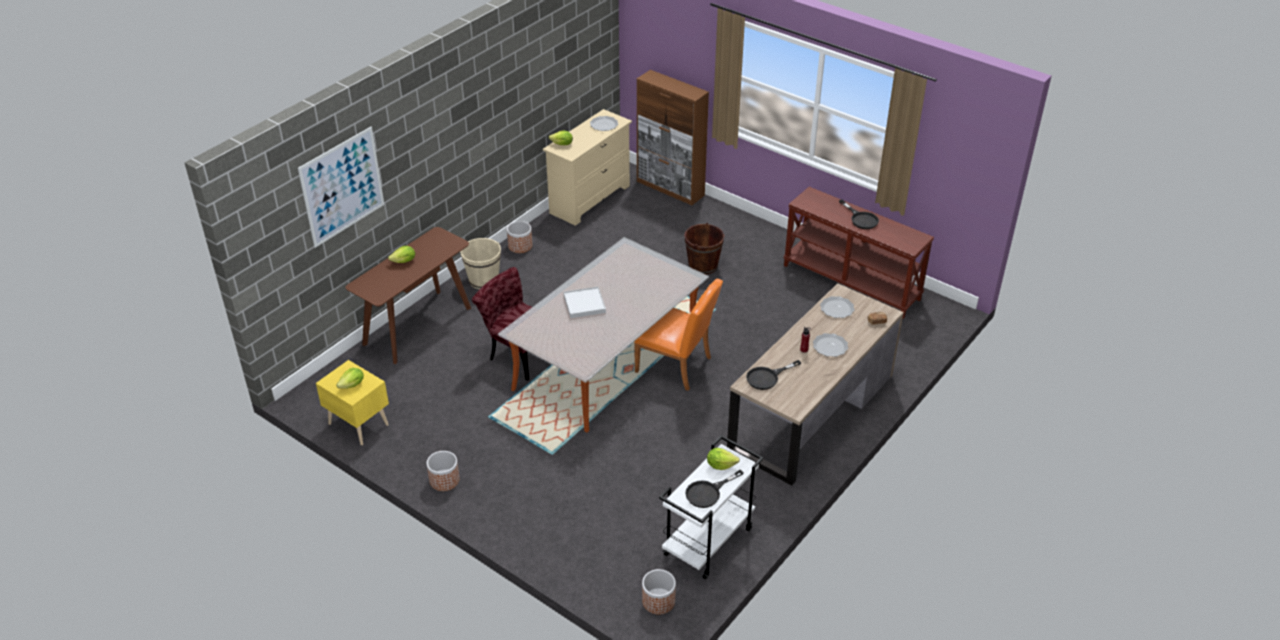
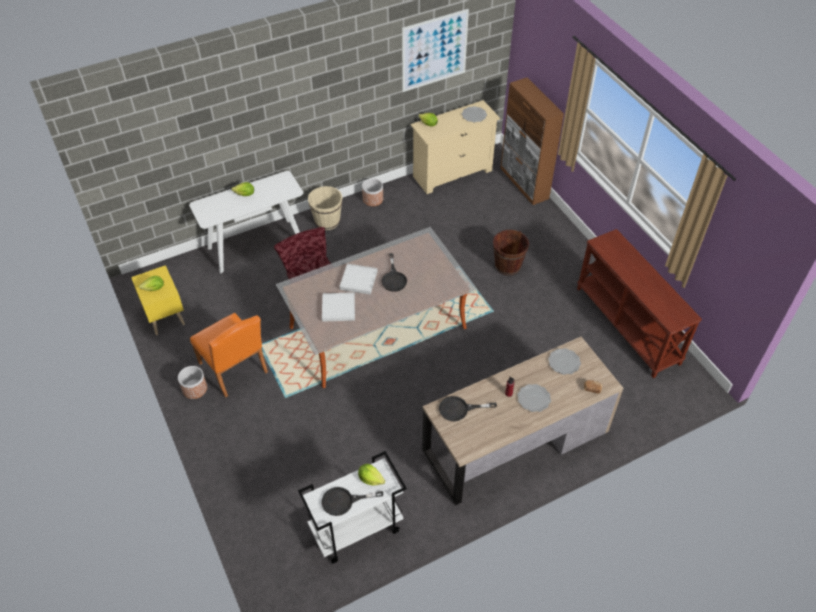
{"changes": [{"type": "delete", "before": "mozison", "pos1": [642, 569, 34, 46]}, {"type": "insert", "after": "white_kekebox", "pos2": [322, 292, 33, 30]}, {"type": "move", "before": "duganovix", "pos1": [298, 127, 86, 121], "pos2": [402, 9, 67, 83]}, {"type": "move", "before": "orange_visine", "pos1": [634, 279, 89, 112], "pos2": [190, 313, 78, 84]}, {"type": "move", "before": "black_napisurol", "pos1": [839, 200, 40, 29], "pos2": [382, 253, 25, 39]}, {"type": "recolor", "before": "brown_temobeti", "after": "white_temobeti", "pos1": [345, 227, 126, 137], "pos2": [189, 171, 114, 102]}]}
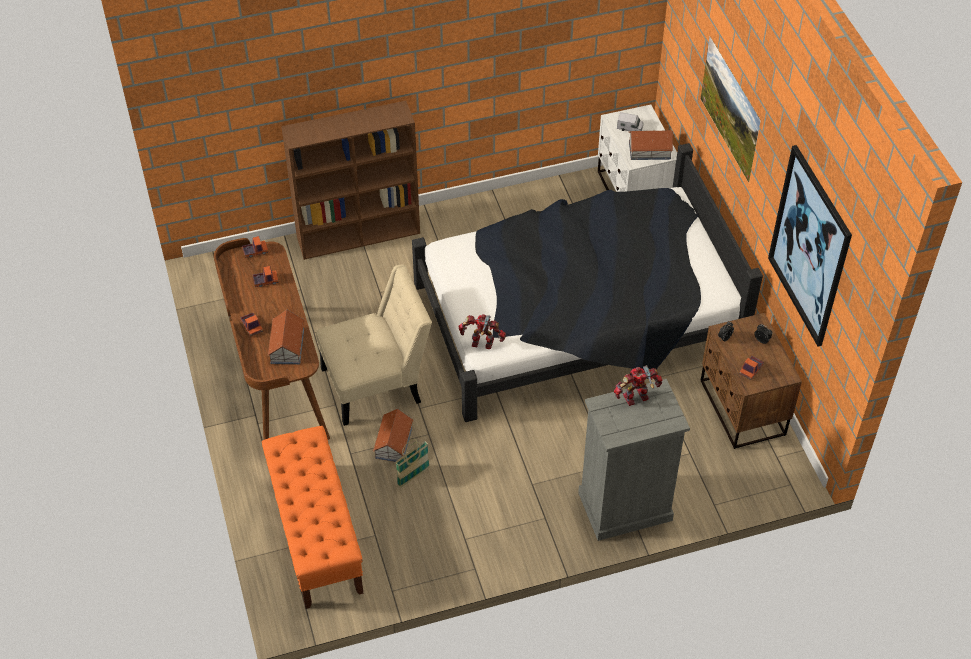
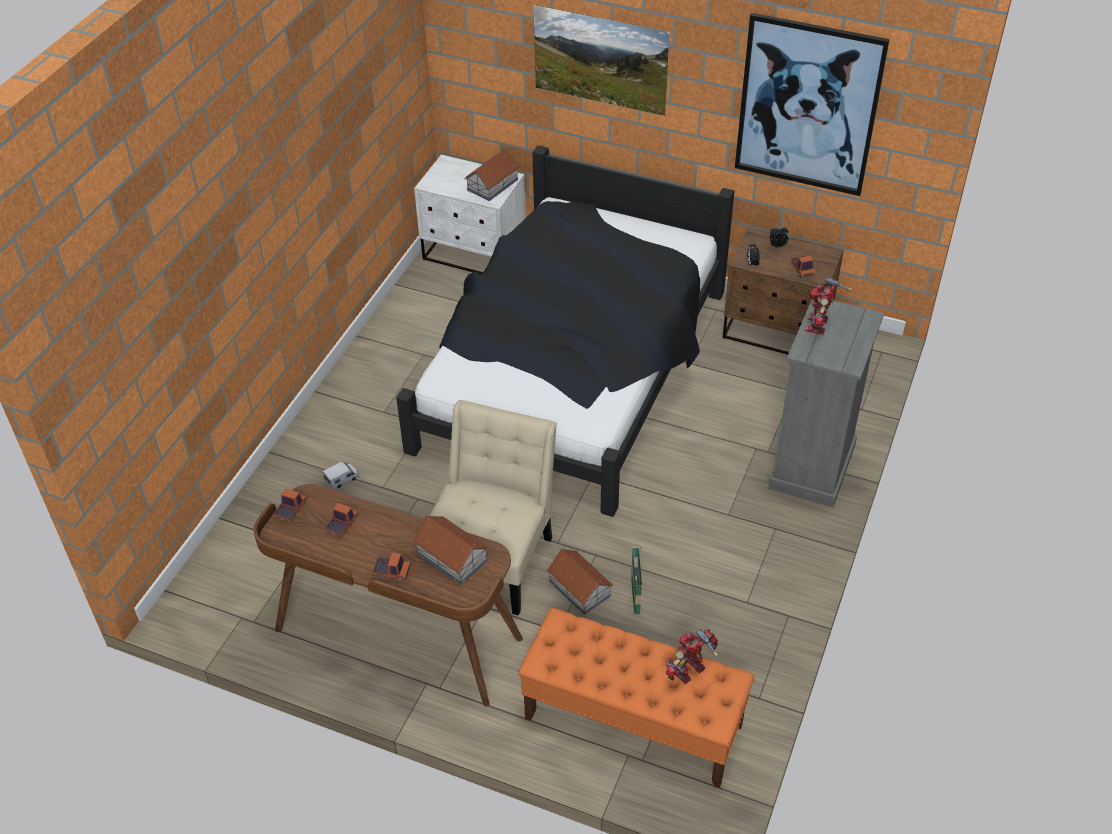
{"changes": [{"type": "delete", "before": "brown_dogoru", "pos1": [281, 101, 139, 159]}, {"type": "move", "before": "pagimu", "pos1": [458, 314, 48, 35], "pos2": [666, 629, 53, 55]}, {"type": "move", "before": "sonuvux", "pos1": [617, 112, 26, 19], "pos2": [323, 461, 36, 29]}]}
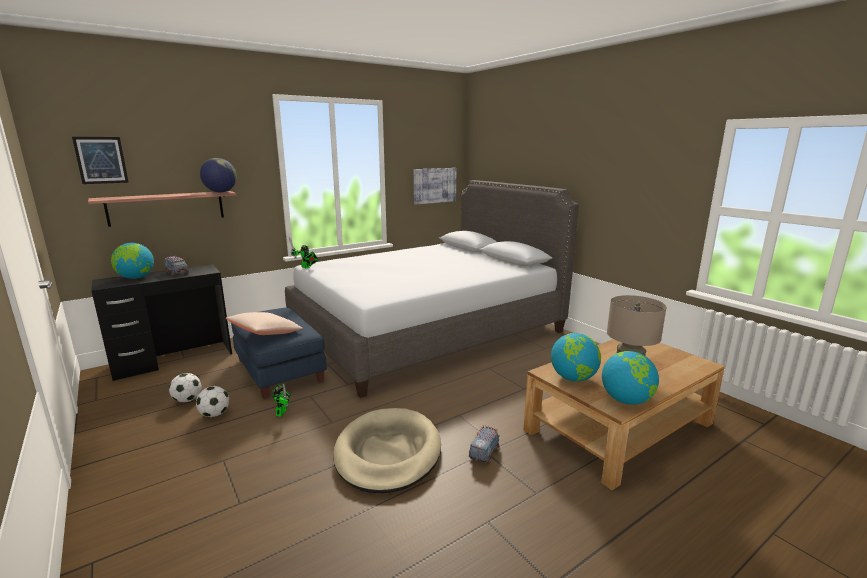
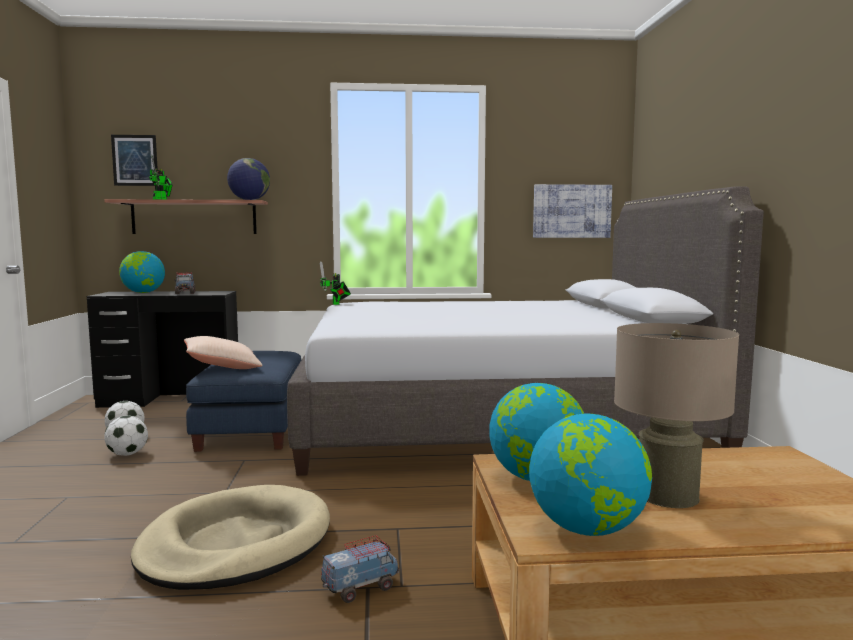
{"changes": [{"type": "move", "before": "pagimu", "pos1": [272, 384, 19, 32], "pos2": [149, 155, 24, 45]}]}
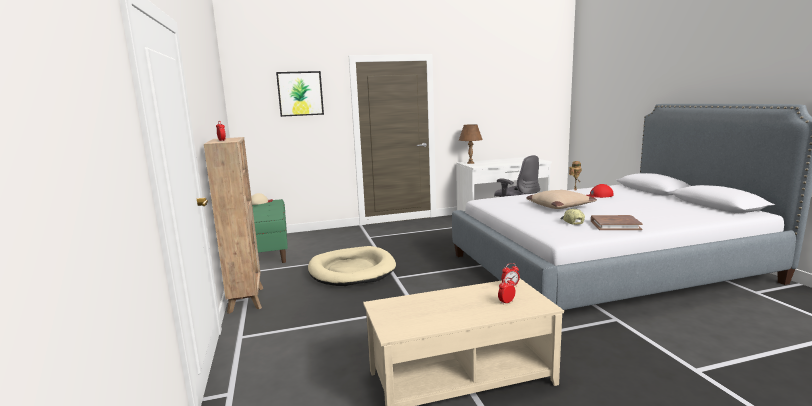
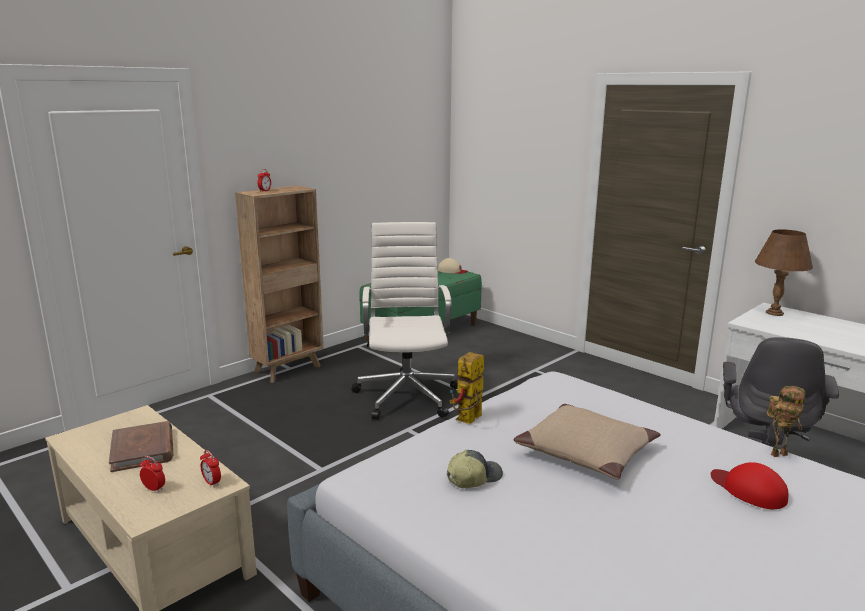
{"changes": [{"type": "delete", "before": "duganovix", "pos1": [276, 71, 48, 46]}, {"type": "insert", "after": "pagimu", "pos2": [449, 352, 35, 72]}, {"type": "move", "before": "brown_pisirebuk", "pos1": [591, 215, 52, 15], "pos2": [109, 421, 64, 51]}, {"type": "replace", "before": "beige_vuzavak", "after": "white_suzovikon", "pos1": [308, 246, 88, 40], "pos2": [352, 222, 106, 198]}]}
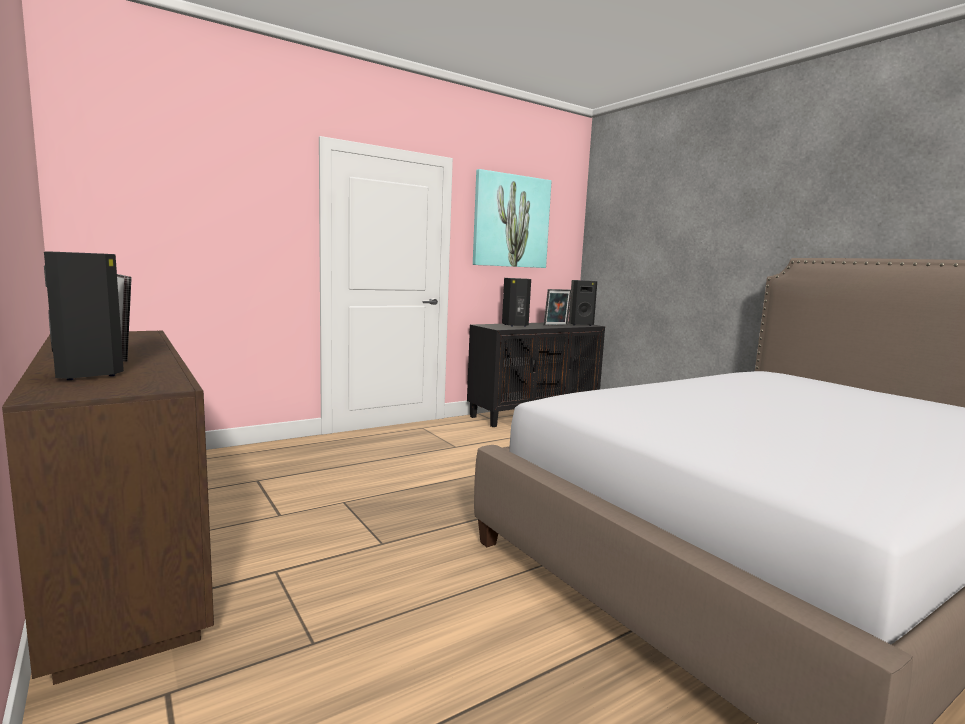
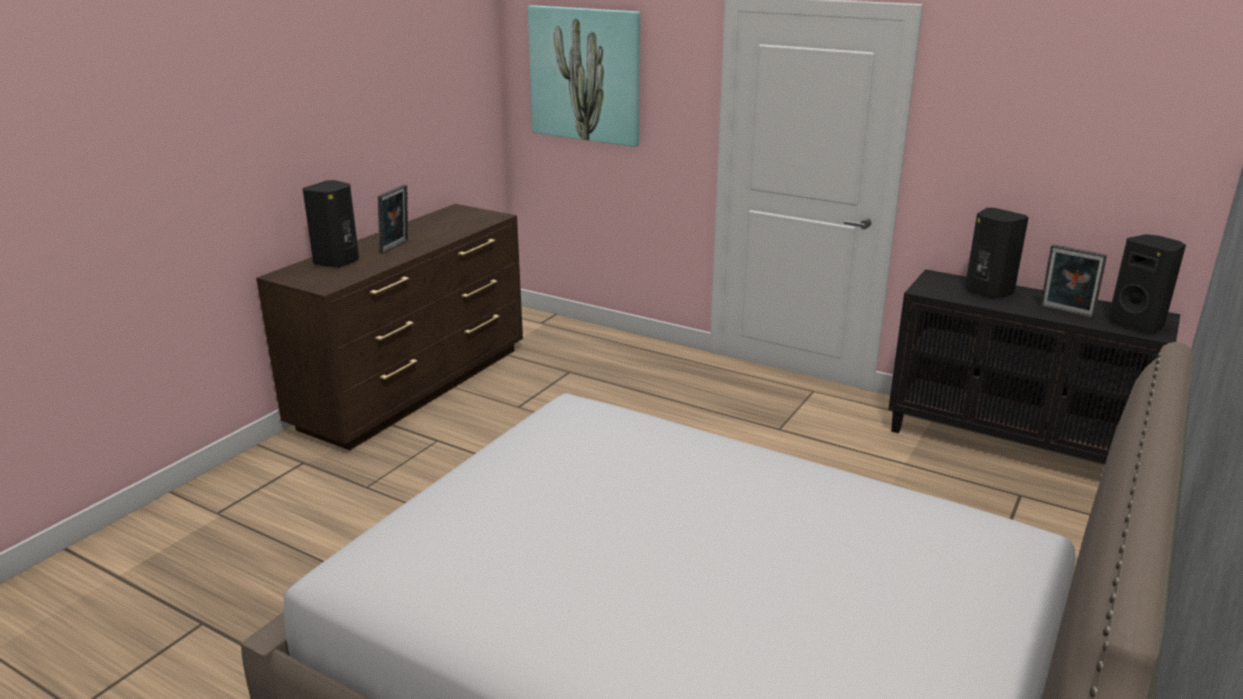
{"changes": [{"type": "move", "before": "duganovix", "pos1": [473, 169, 79, 99], "pos2": [527, 5, 113, 142]}]}
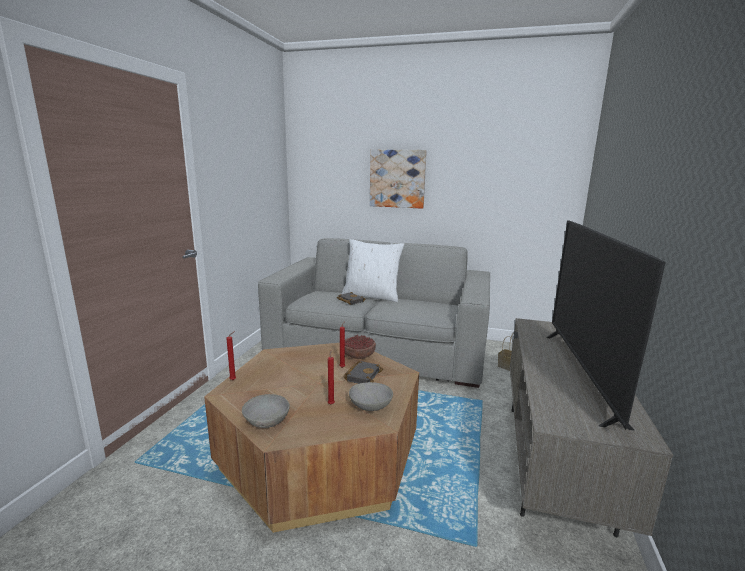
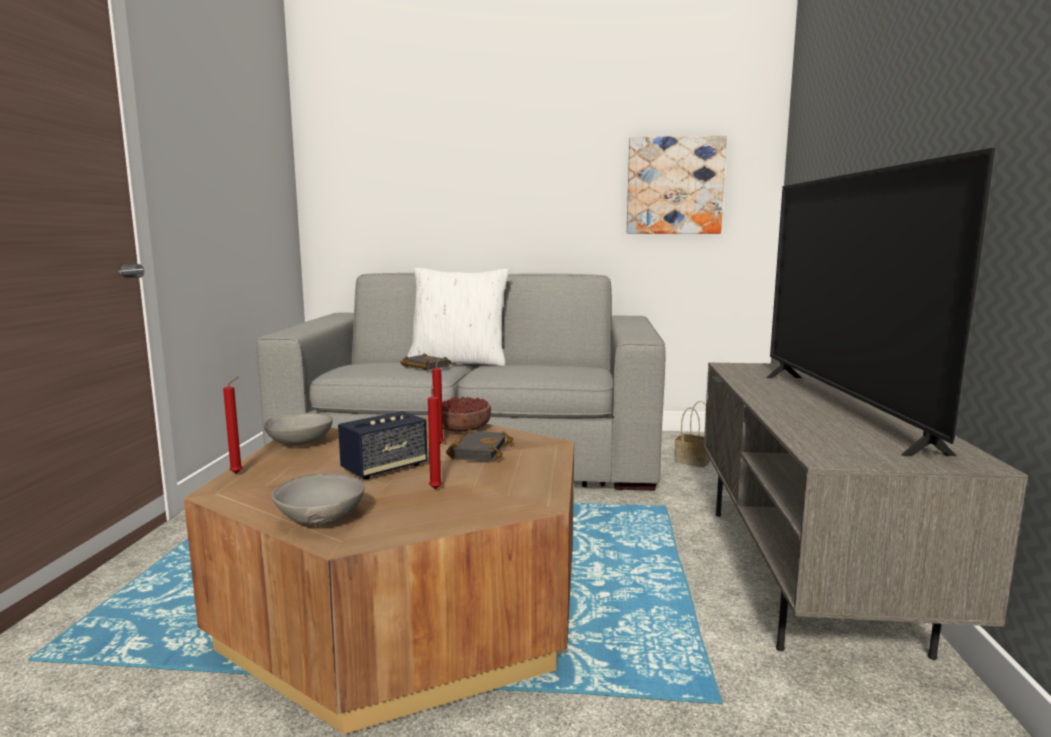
{"changes": [{"type": "insert", "after": "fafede", "pos2": [338, 411, 89, 68]}, {"type": "move", "before": "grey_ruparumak", "pos1": [349, 382, 44, 29], "pos2": [264, 413, 69, 33]}, {"type": "move", "before": "duganovix", "pos1": [370, 150, 57, 59], "pos2": [627, 136, 100, 98]}]}
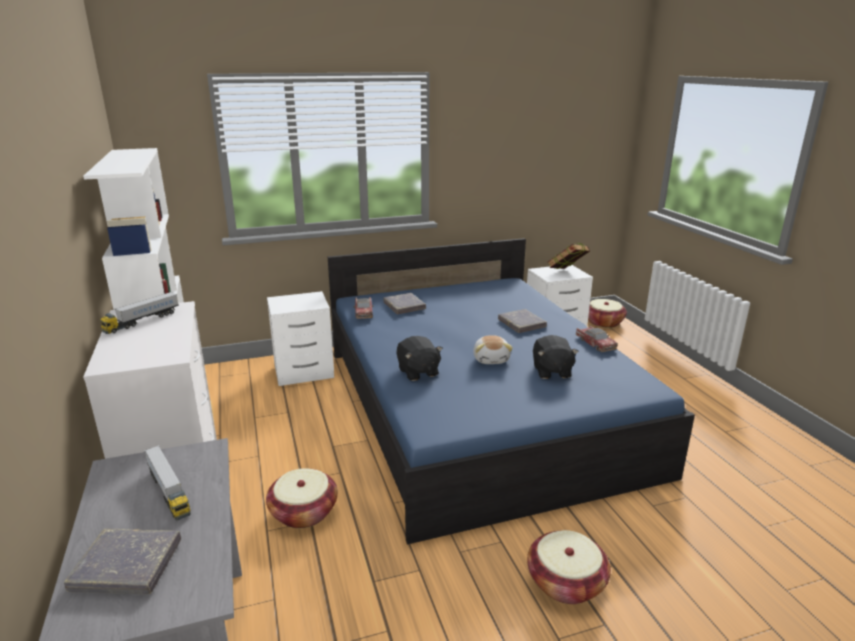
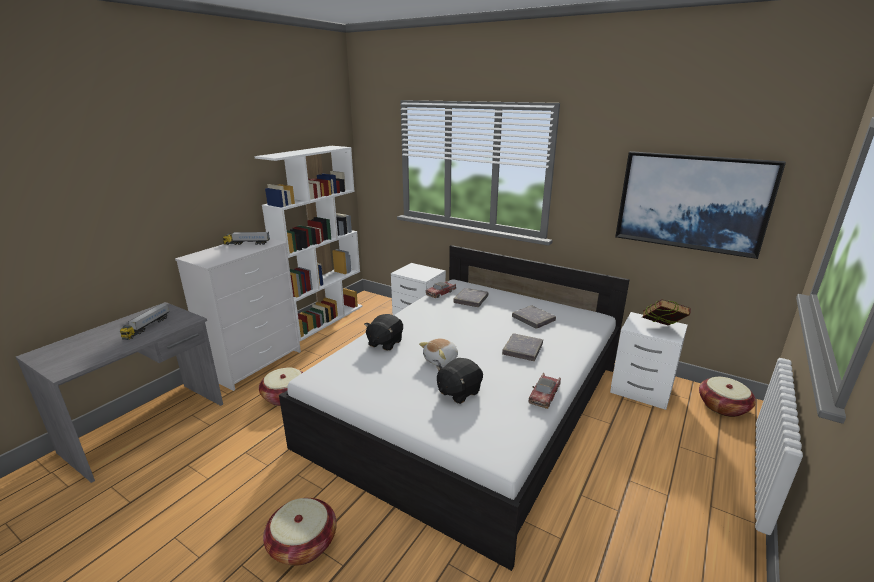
{"changes": [{"type": "insert", "after": "duganovix", "pos2": [615, 151, 171, 108]}, {"type": "move", "before": "grey_pisirebuk", "pos1": [64, 529, 117, 66], "pos2": [512, 305, 44, 24]}, {"type": "recolor", "before": "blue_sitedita", "after": "white_sitedita", "pos1": [328, 238, 367, 307], "pos2": [279, 245, 351, 326]}]}
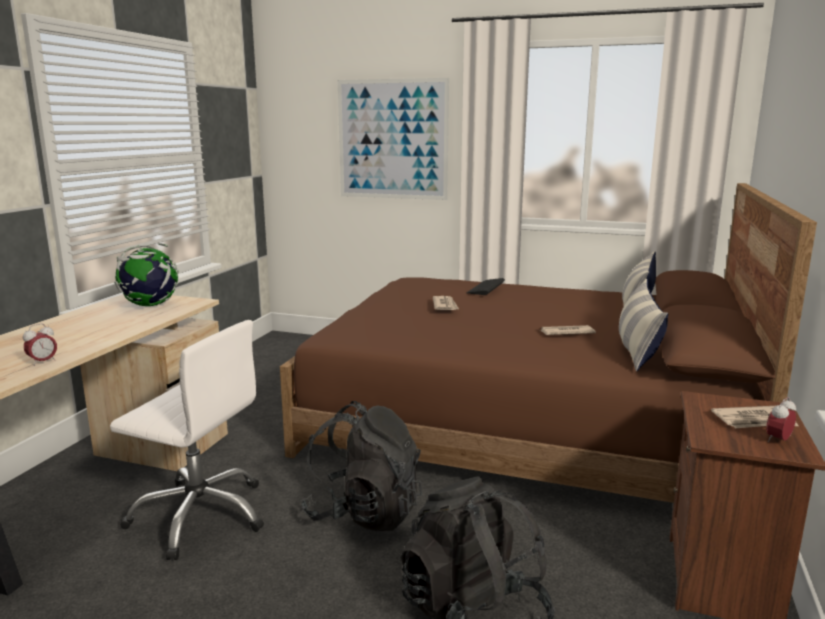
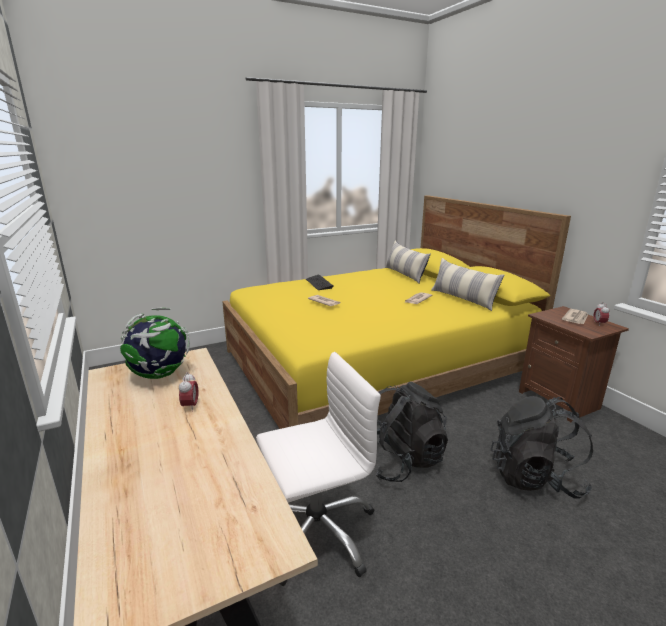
{"changes": [{"type": "delete", "before": "duganovix", "pos1": [338, 78, 111, 122]}, {"type": "move", "before": "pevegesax", "pos1": [23, 324, 34, 42], "pos2": [179, 372, 19, 40]}, {"type": "recolor", "before": "brown_sitedita", "after": "yellow_sitedita", "pos1": [280, 183, 537, 320], "pos2": [222, 195, 349, 234]}]}
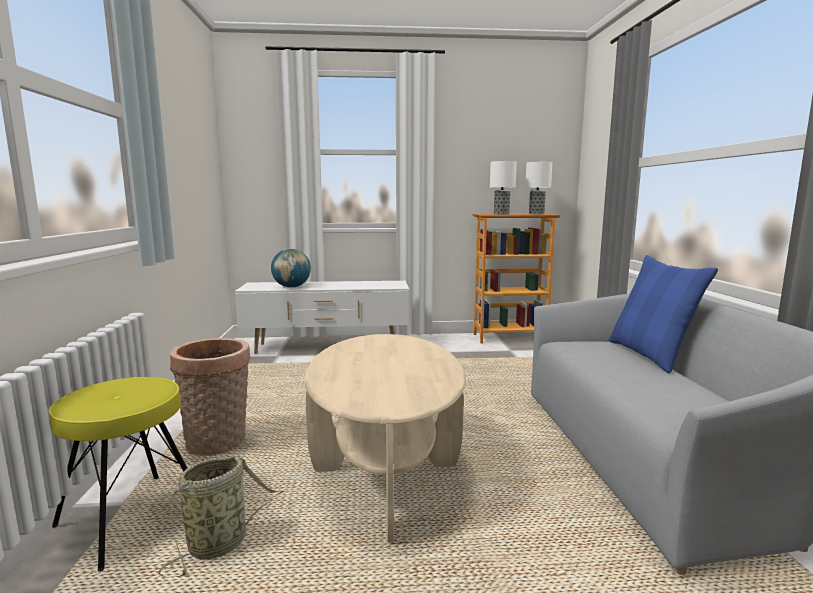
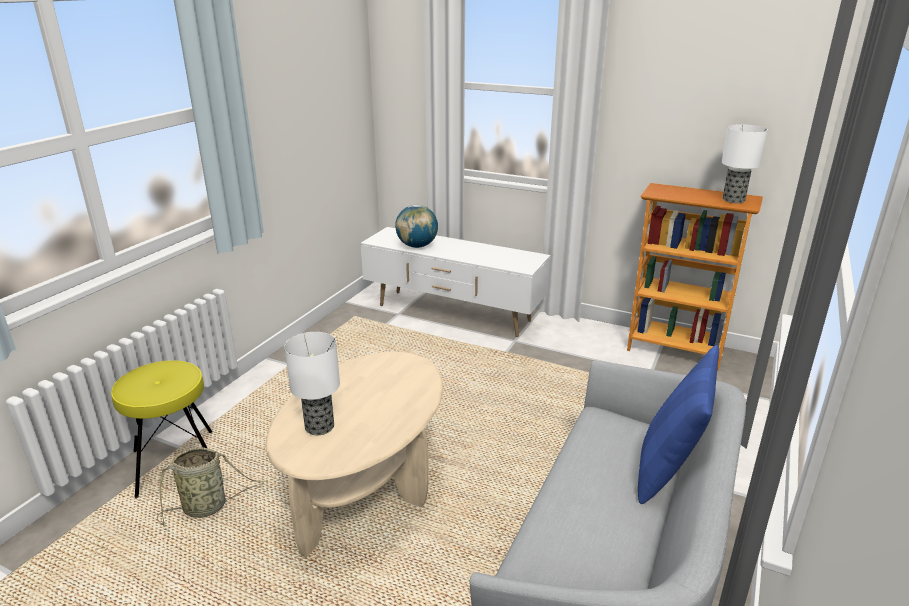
{"changes": [{"type": "delete", "before": "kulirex", "pos1": [170, 338, 80, 118]}, {"type": "move", "before": "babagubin", "pos1": [490, 161, 27, 54], "pos2": [284, 332, 56, 103]}]}
